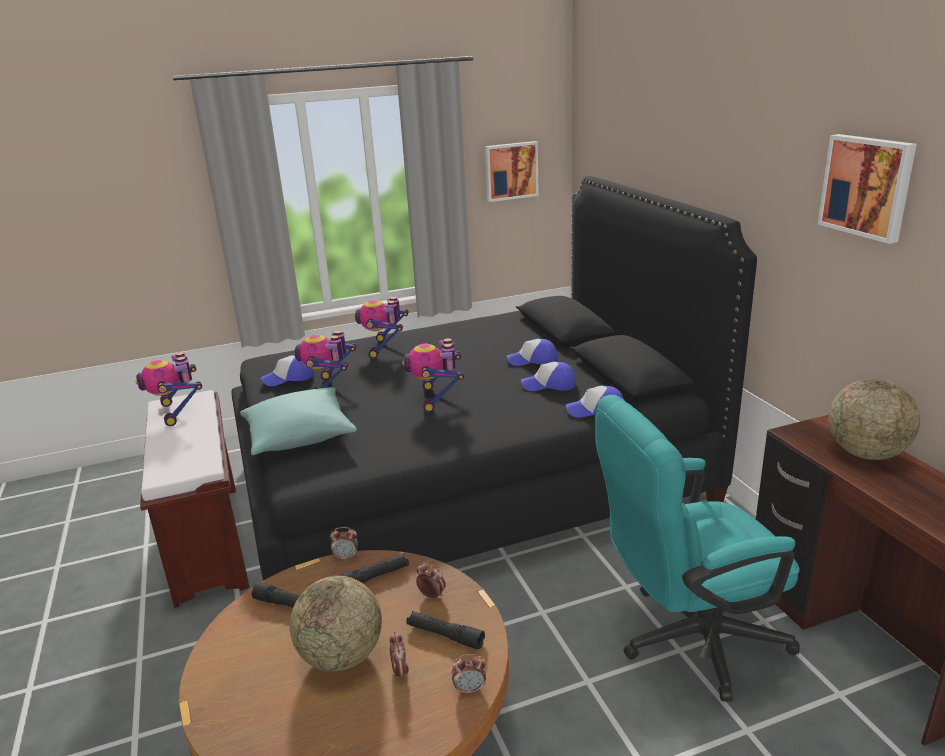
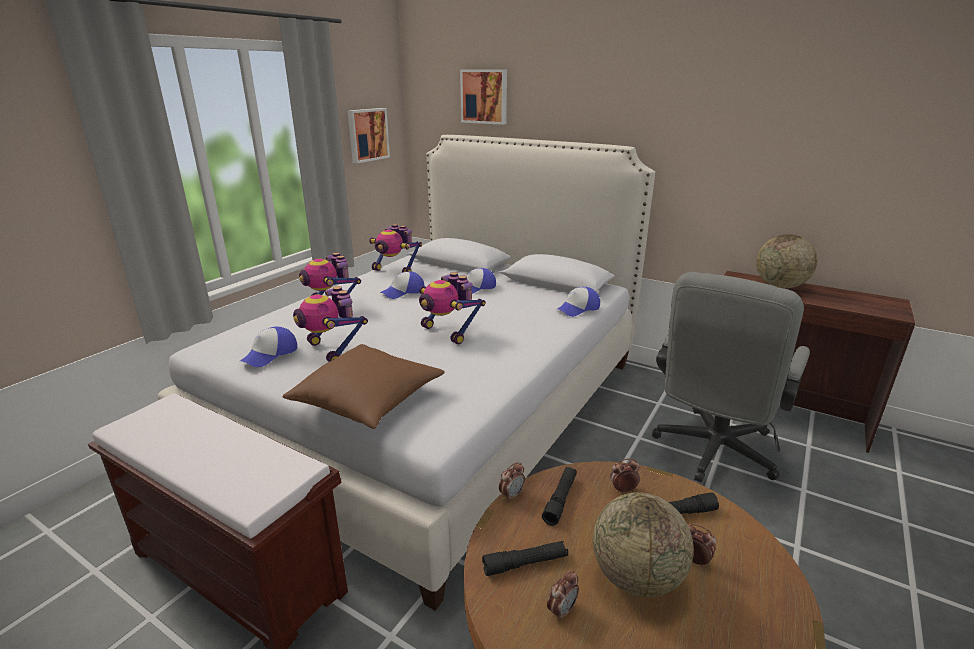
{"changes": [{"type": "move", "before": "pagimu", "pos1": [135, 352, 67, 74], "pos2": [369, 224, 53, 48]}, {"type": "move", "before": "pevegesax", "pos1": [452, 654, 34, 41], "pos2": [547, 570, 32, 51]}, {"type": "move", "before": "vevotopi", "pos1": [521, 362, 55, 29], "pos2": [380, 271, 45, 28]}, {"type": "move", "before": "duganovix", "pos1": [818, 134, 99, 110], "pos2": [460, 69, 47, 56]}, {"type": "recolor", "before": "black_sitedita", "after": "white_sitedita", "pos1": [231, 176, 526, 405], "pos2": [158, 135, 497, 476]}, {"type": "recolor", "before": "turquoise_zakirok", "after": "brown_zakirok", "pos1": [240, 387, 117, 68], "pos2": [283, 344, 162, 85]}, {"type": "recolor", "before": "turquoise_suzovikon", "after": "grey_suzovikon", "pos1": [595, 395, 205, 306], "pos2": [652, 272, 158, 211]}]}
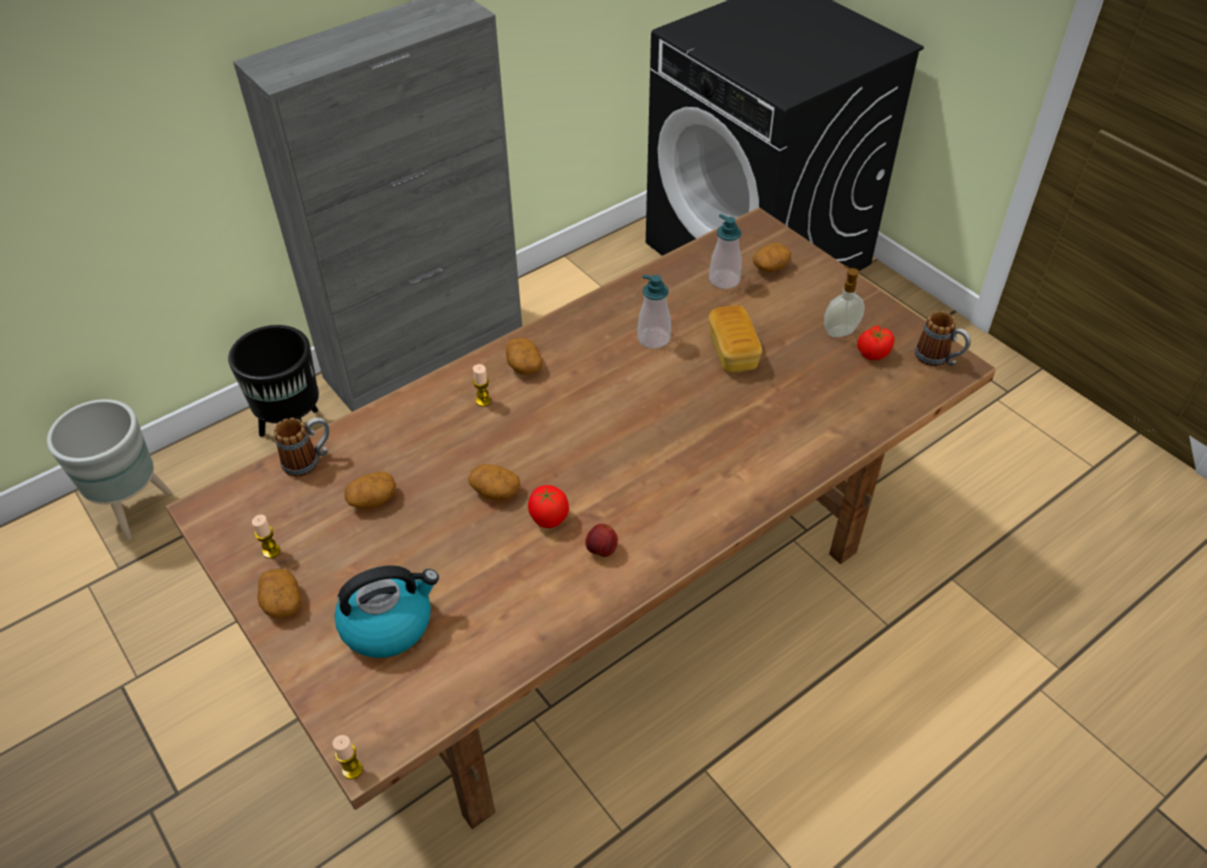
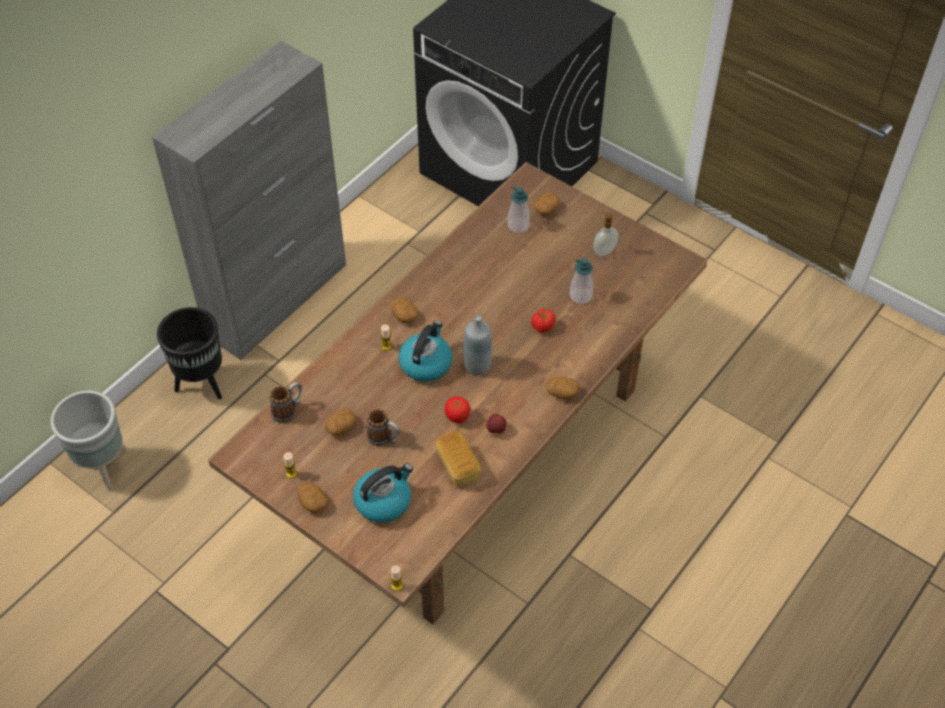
{"changes": [{"type": "insert", "after": "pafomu", "pos2": [399, 321, 53, 61]}, {"type": "insert", "after": "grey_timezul", "pos2": [464, 315, 28, 60]}, {"type": "move", "before": "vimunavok", "pos1": [468, 464, 53, 36], "pos2": [546, 377, 33, 22]}, {"type": "move", "before": "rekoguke", "pos1": [637, 274, 34, 75], "pos2": [570, 258, 23, 46]}, {"type": "move", "before": "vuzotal", "pos1": [709, 306, 53, 67], "pos2": [436, 431, 45, 56]}, {"type": "move", "before": "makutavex", "pos1": [857, 326, 38, 34], "pos2": [531, 309, 25, 24]}, {"type": "move", "before": "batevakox", "pos1": [915, 311, 56, 55], "pos2": [367, 409, 33, 37]}]}
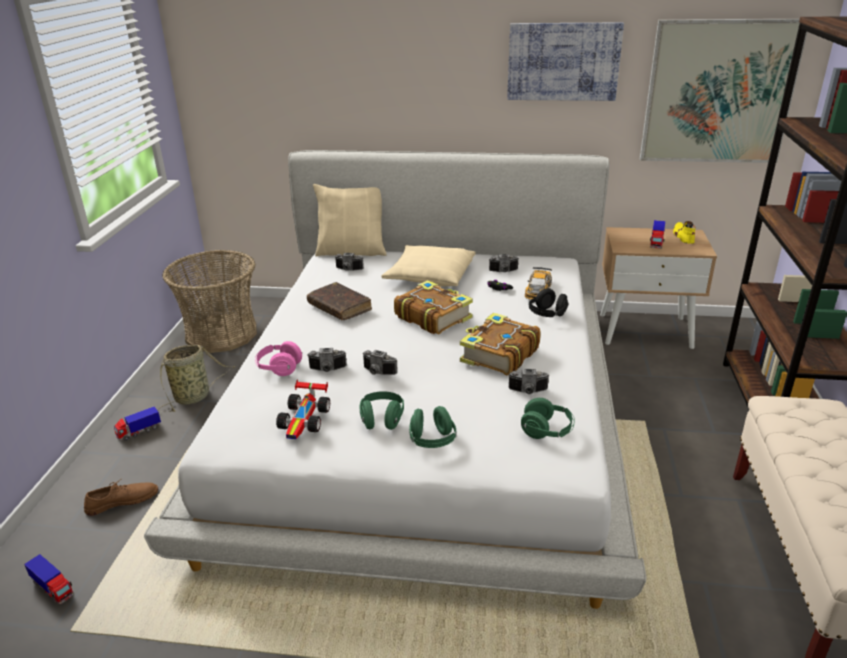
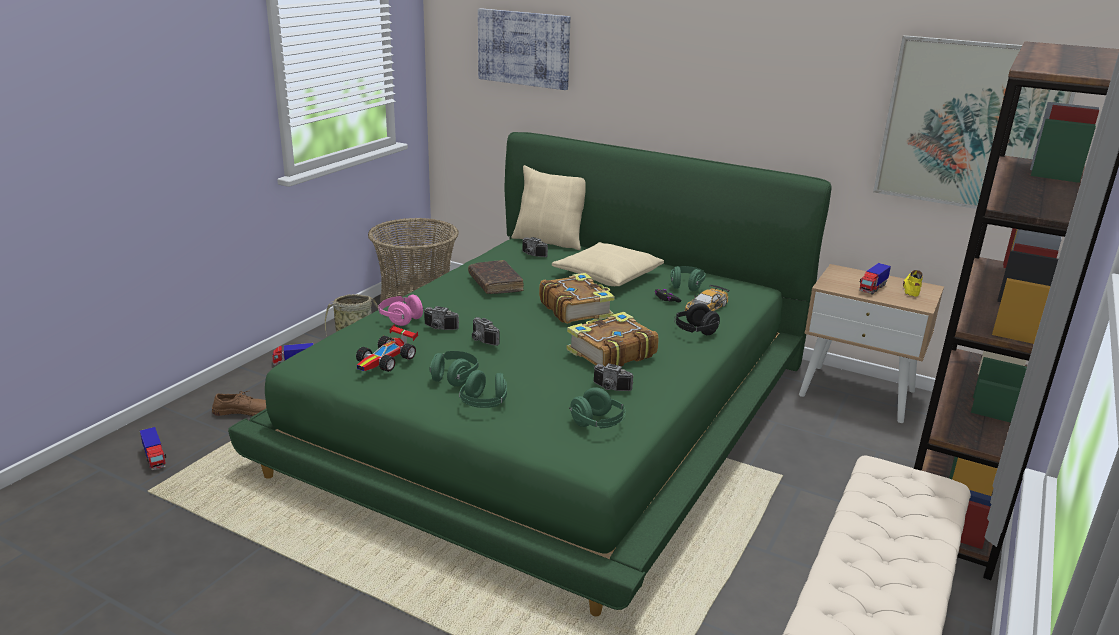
{"changes": [{"type": "move", "before": "duganovix", "pos1": [507, 23, 117, 78], "pos2": [478, 8, 92, 82]}, {"type": "replace", "before": "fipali", "after": "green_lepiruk", "pos1": [489, 254, 30, 18], "pos2": [670, 266, 35, 25]}, {"type": "recolor", "before": "white_sitedita", "after": "green_sitedita", "pos1": [144, 150, 502, 459], "pos2": [228, 132, 604, 484]}]}
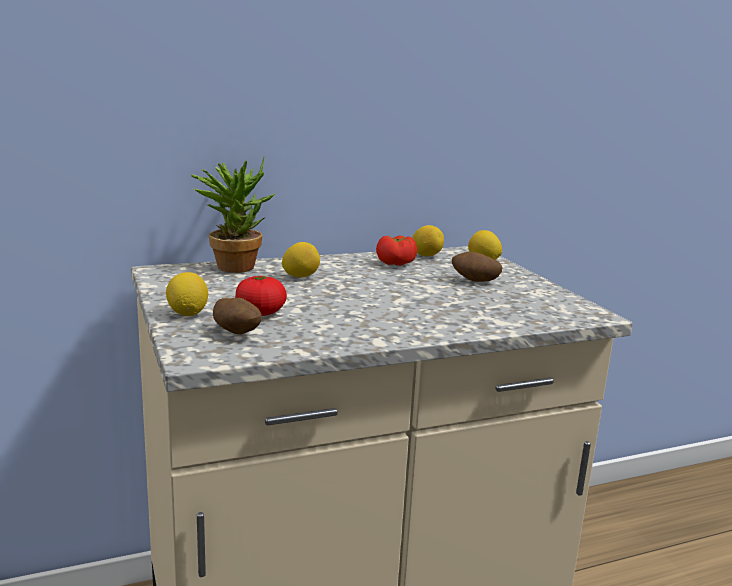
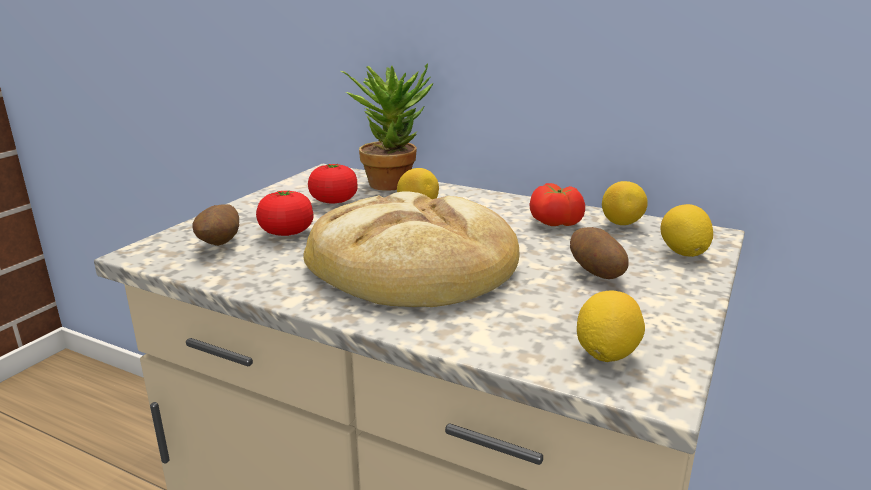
{"changes": [{"type": "insert", "after": "vuzotal", "pos2": [304, 191, 216, 116]}, {"type": "insert", "after": "makutavex", "pos2": [308, 164, 50, 40]}, {"type": "move", "before": "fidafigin", "pos1": [166, 272, 42, 44], "pos2": [577, 291, 68, 71]}]}
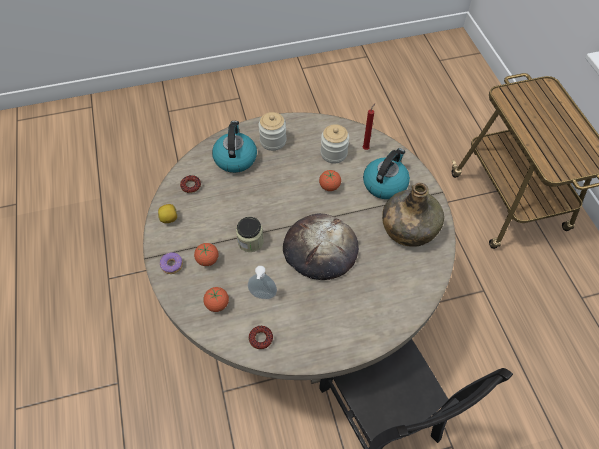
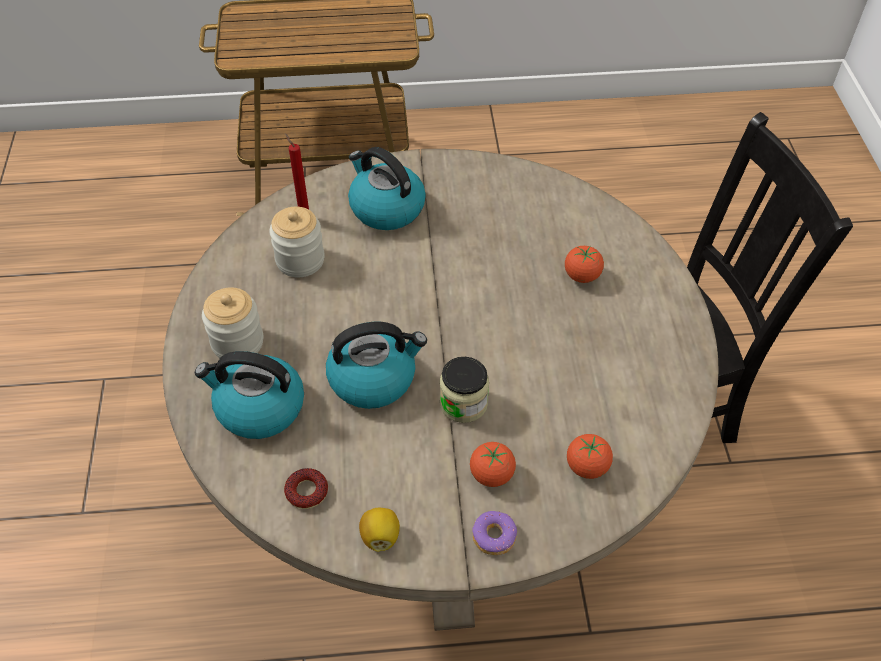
{"changes": [{"type": "delete", "before": "rekoguke", "pos1": [248, 266, 29, 33]}, {"type": "delete", "before": "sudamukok", "pos1": [249, 326, 24, 23]}, {"type": "delete", "before": "vuzotal", "pos1": [283, 213, 76, 67]}, {"type": "delete", "before": "green_timezul", "pos1": [382, 183, 62, 64]}, {"type": "insert", "after": "pafomu", "pos2": [326, 322, 101, 87]}, {"type": "move", "before": "makutavex", "pos1": [319, 170, 22, 21], "pos2": [565, 246, 39, 37]}]}
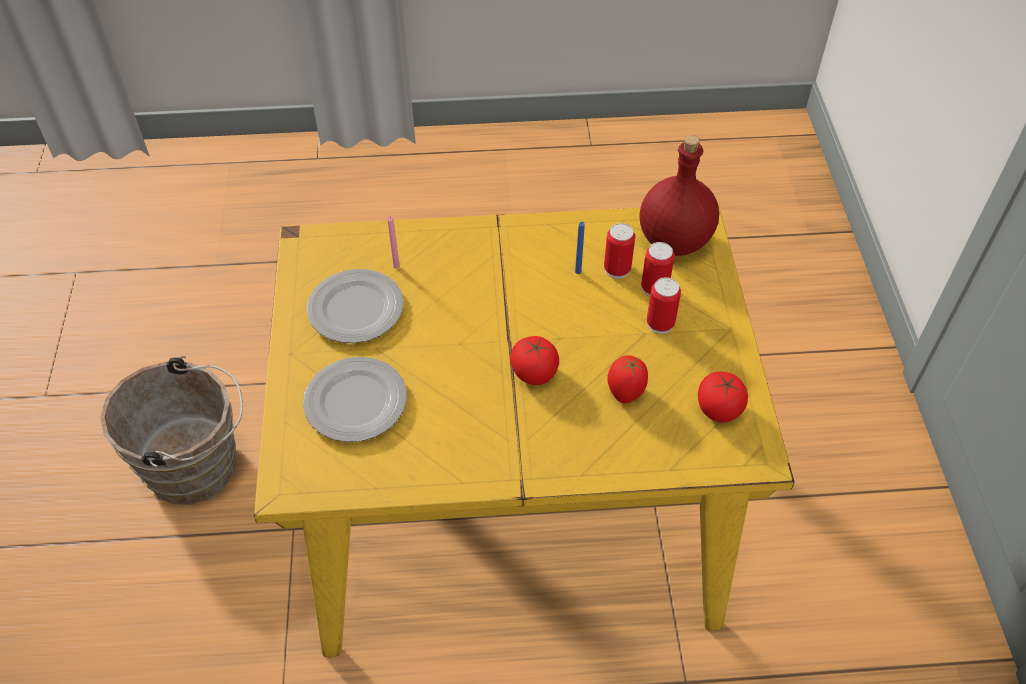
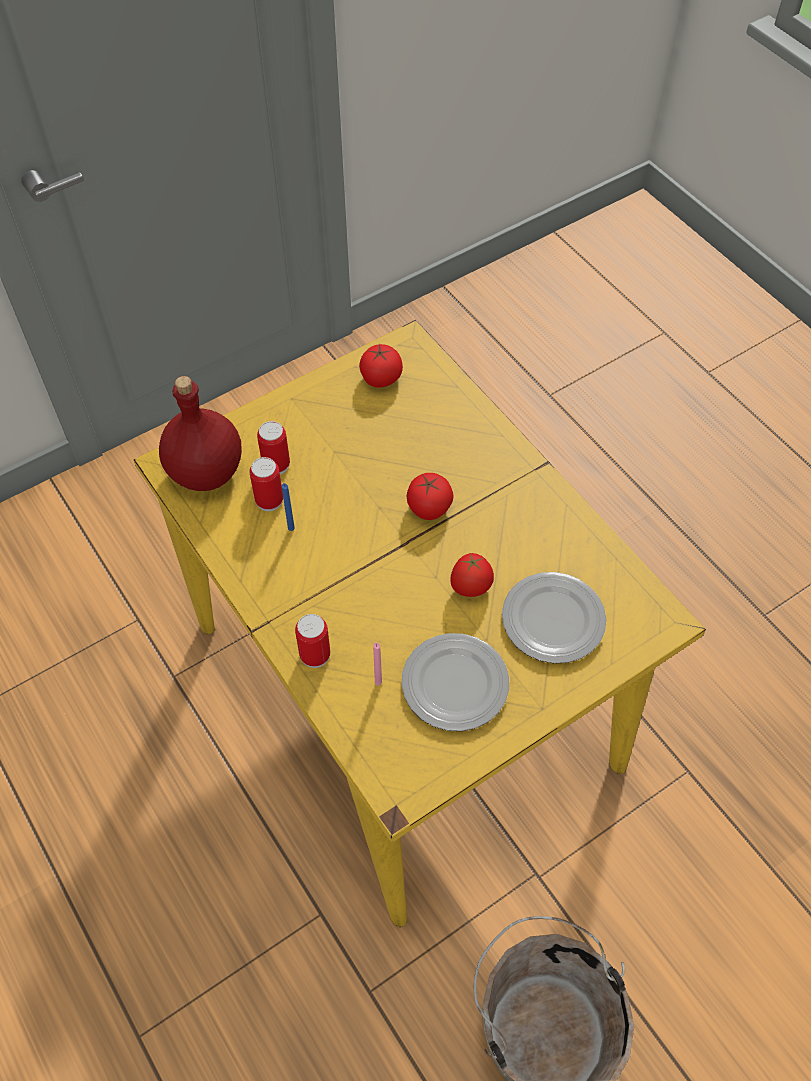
{"changes": [{"type": "move", "before": "makutavex", "pos1": [607, 355, 41, 49], "pos2": [451, 553, 43, 44]}, {"type": "move", "before": "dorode", "pos1": [647, 277, 34, 57], "pos2": [295, 614, 35, 54]}]}
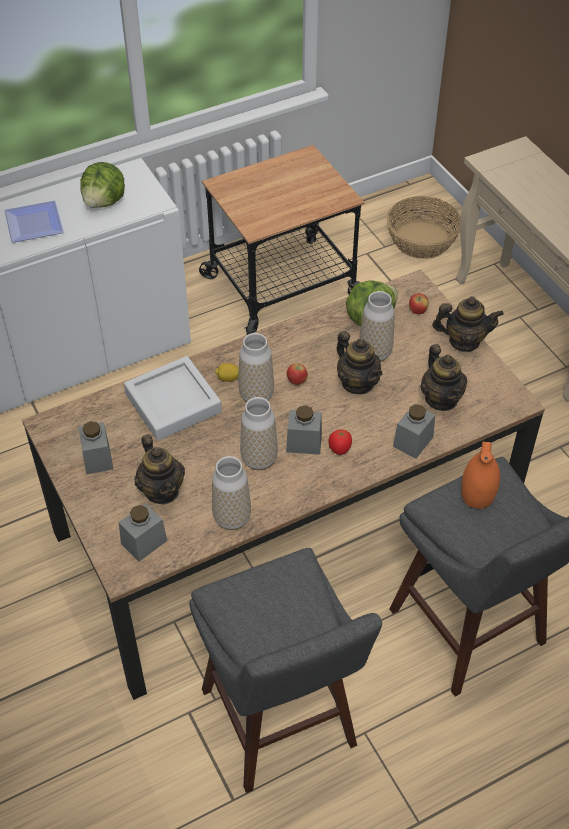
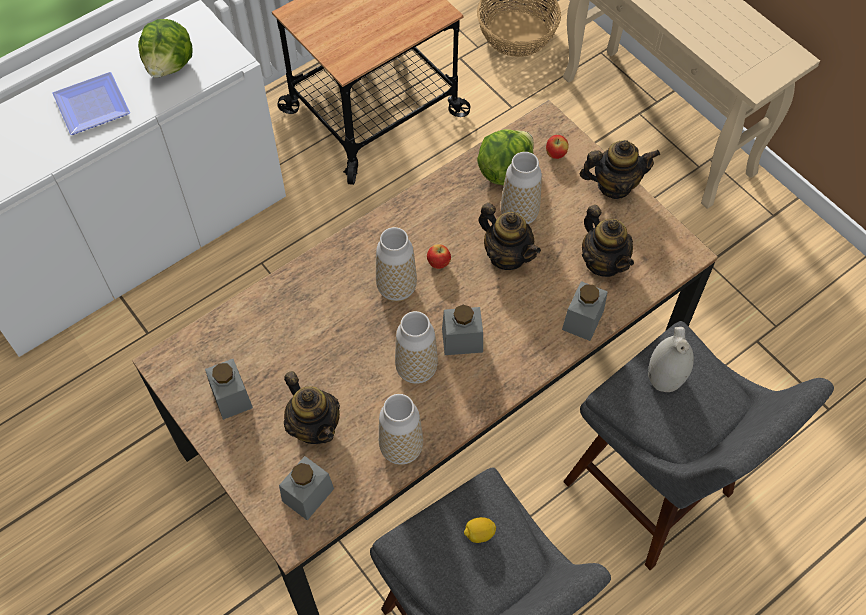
{"changes": [{"type": "delete", "before": "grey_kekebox", "pos1": [124, 356, 98, 85]}, {"type": "delete", "before": "makutavex", "pos1": [328, 430, 24, 25]}, {"type": "move", "before": "fidafigin", "pos1": [215, 363, 24, 19], "pos2": [464, 517, 32, 26]}, {"type": "recolor", "before": "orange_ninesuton", "after": "white_ninesuton", "pos1": [461, 442, 39, 67], "pos2": [648, 327, 46, 65]}]}
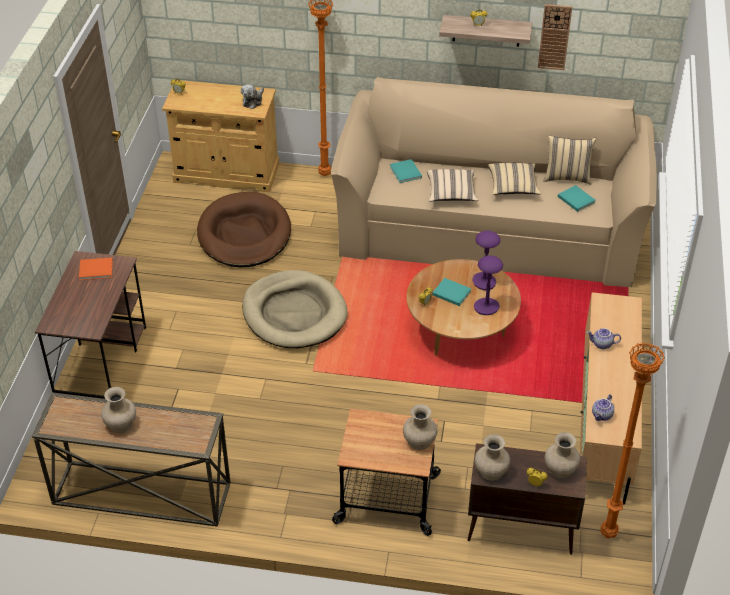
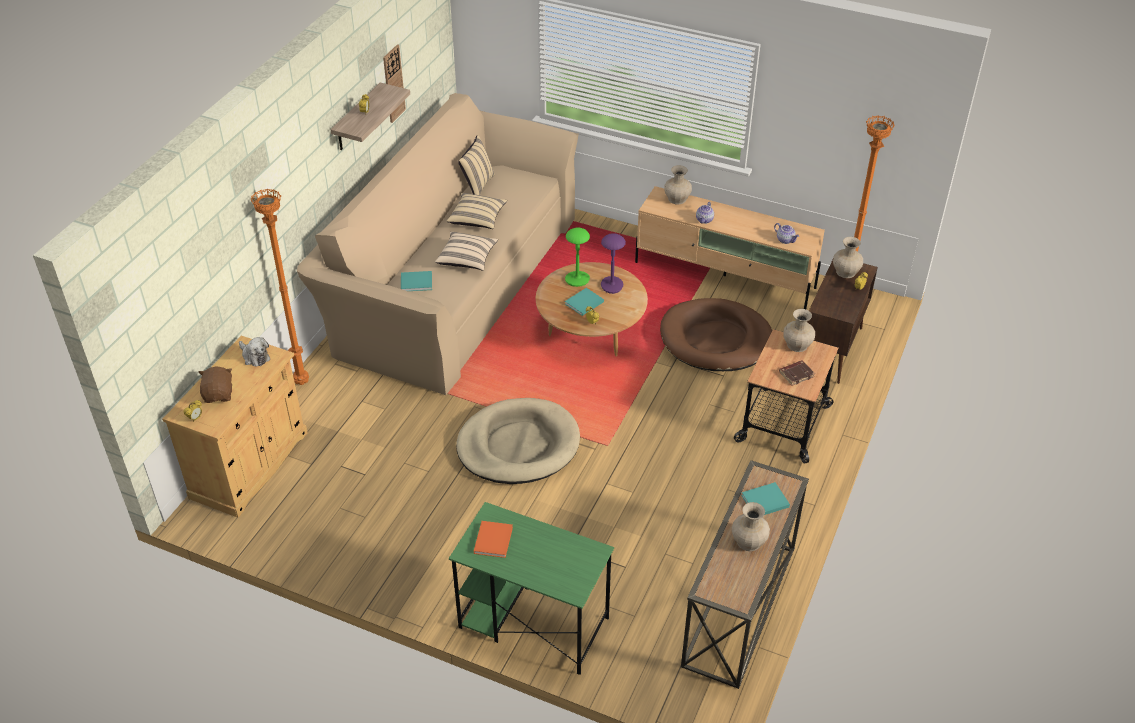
{"changes": [{"type": "insert", "after": "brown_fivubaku", "pos2": [199, 367, 33, 36]}, {"type": "insert", "after": "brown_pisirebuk", "pos2": [779, 360, 36, 26]}, {"type": "move", "before": "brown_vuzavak", "pos1": [197, 192, 94, 75], "pos2": [660, 298, 112, 73]}, {"type": "move", "before": "beige_ninesuton", "pos1": [474, 434, 36, 47], "pos2": [664, 165, 28, 39]}, {"type": "move", "before": "turquoise_pisirebuk", "pos1": [558, 185, 37, 27], "pos2": [741, 482, 49, 33]}, {"type": "recolor", "before": "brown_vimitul", "after": "green_vimitul", "pos1": [35, 251, 111, 148], "pos2": [449, 502, 165, 173]}, {"type": "recolor", "before": "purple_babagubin", "after": "green_babagubin", "pos1": [472, 231, 28, 59], "pos2": [565, 228, 25, 59]}]}
